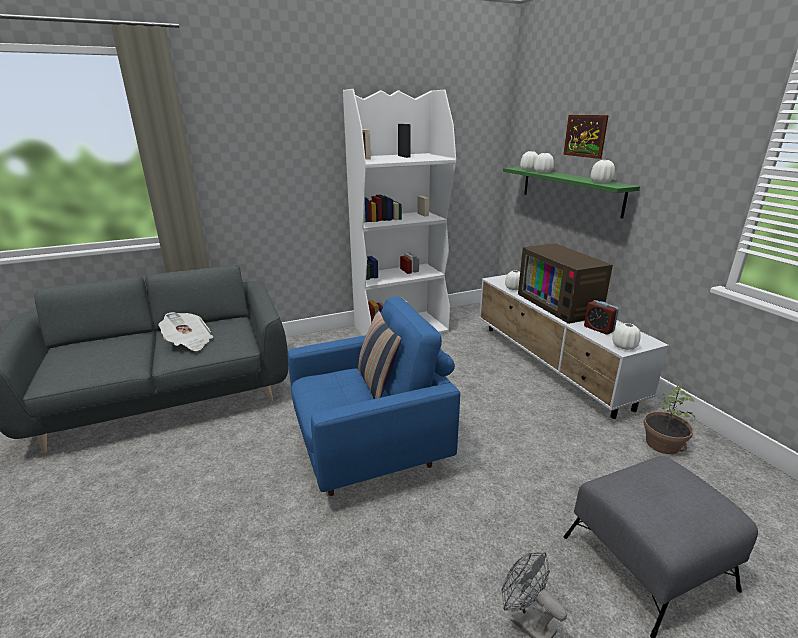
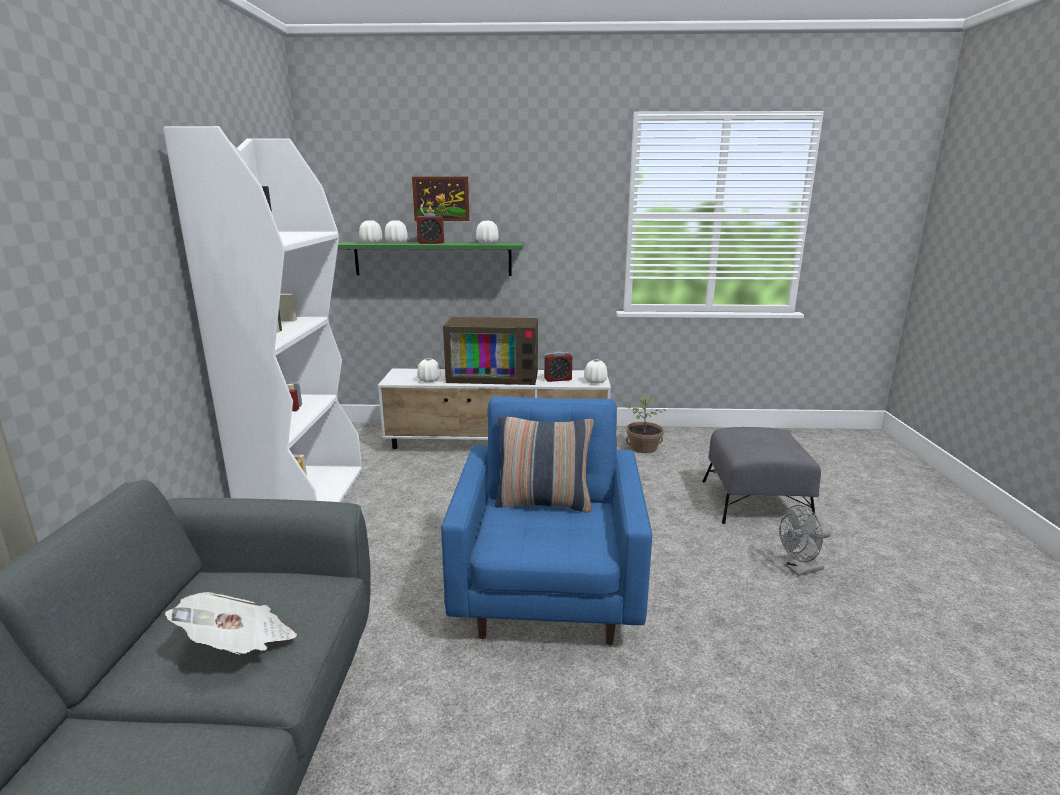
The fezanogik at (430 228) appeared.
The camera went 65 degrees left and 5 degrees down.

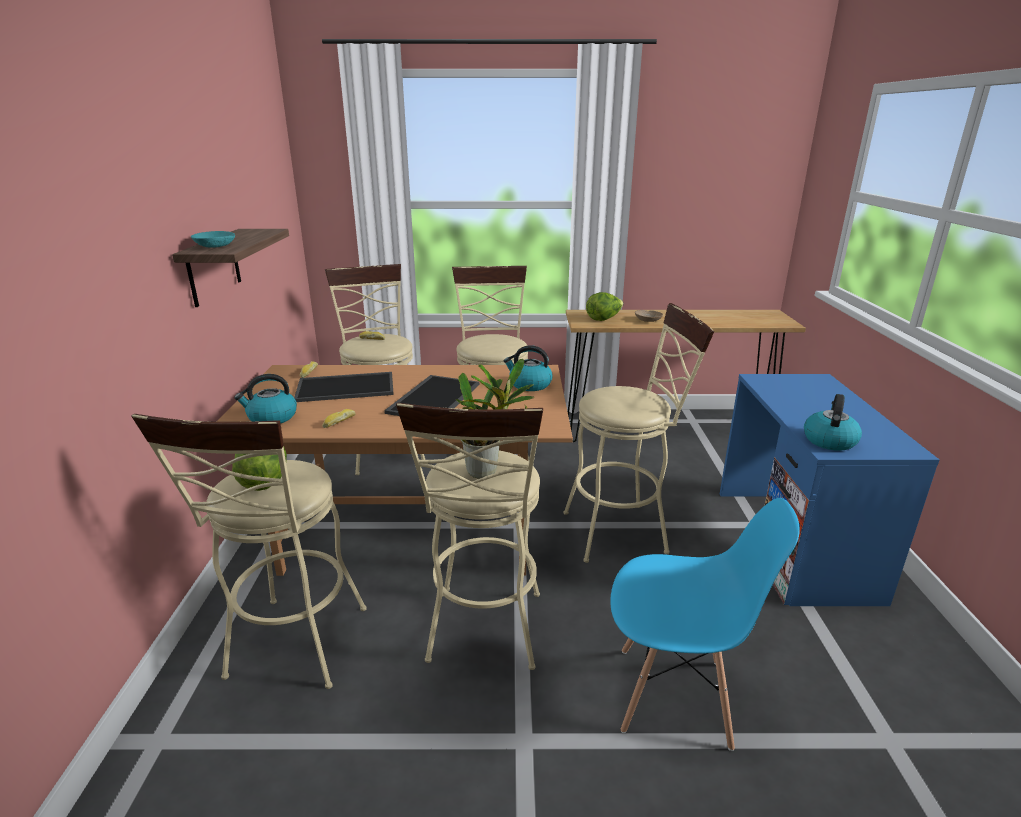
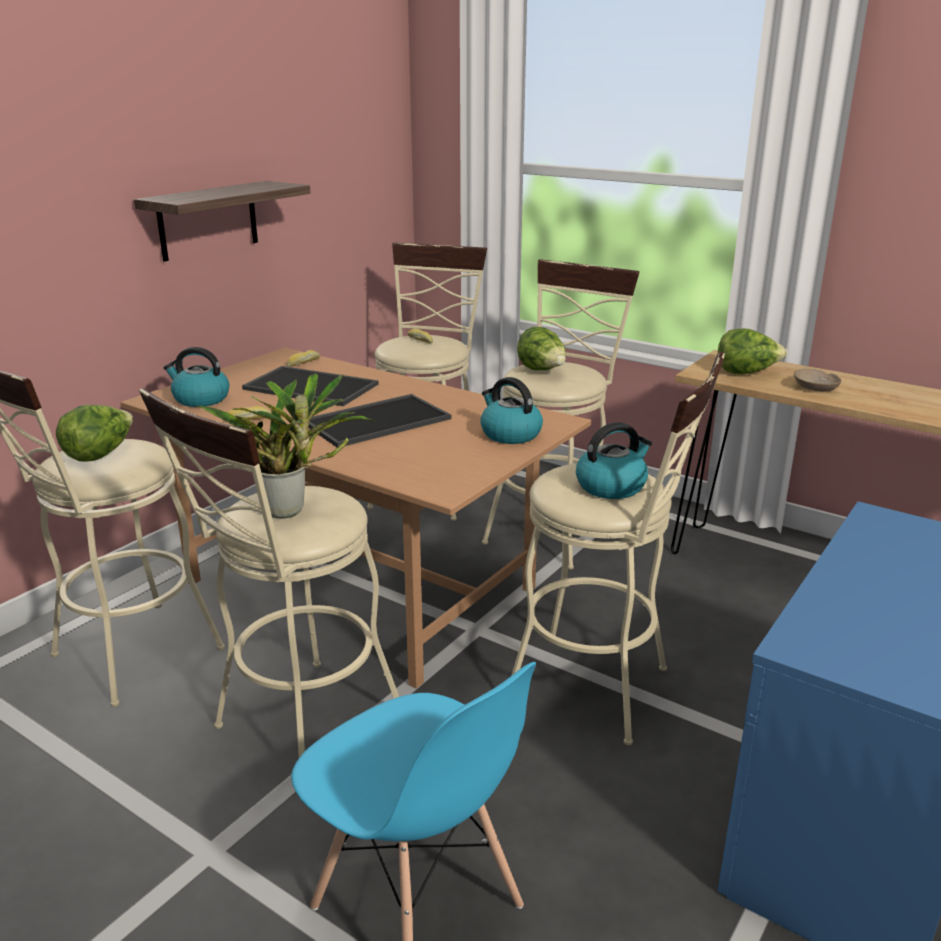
The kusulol at (541 348) appeared.
The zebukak moved from (833 422) to (614 460).
The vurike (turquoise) at (213 239) disappeared.
The camera went 35 degrees right and 0 degrees up.

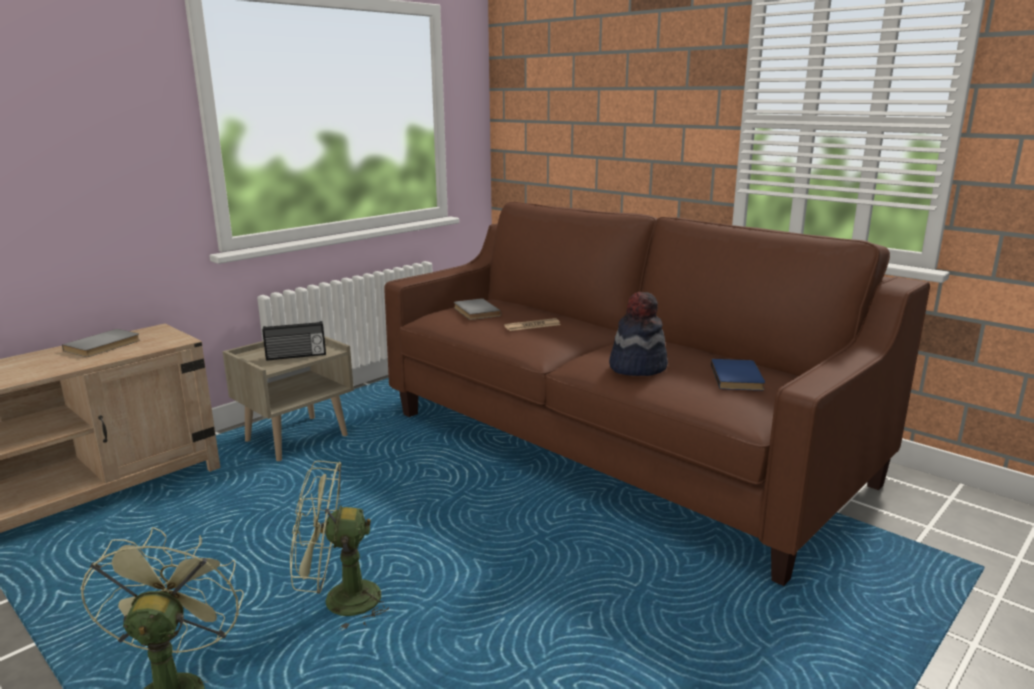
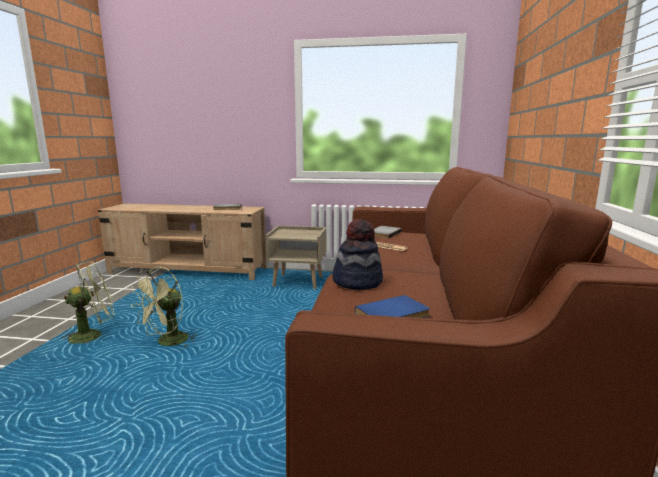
The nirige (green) at (339 545) turned 105 degrees counterclockwise.
The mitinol at (294 341) disappeared.
The camera went 55 degrees right and 5 degrees down.

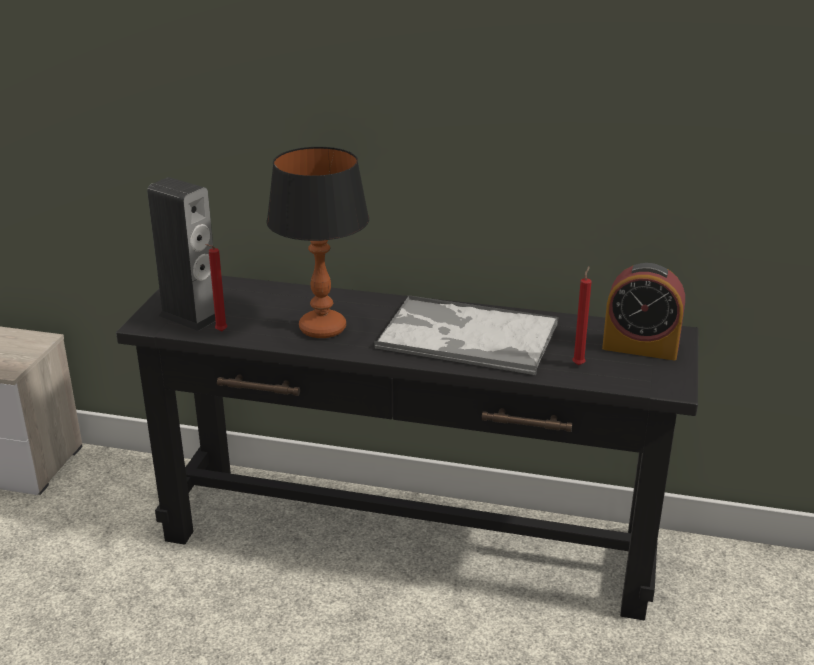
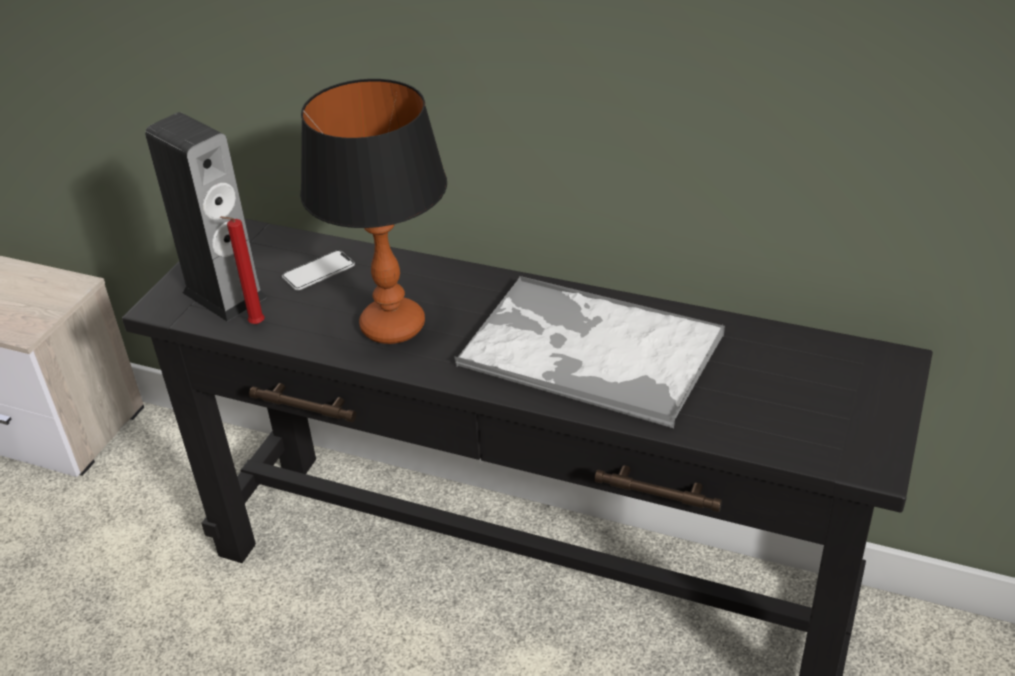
The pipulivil at (318 270) appeared.
The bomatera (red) at (582 315) disappeared.
The fezanogik at (643 311) disappeared.
The camera went 10 degrees right and 10 degrees up.

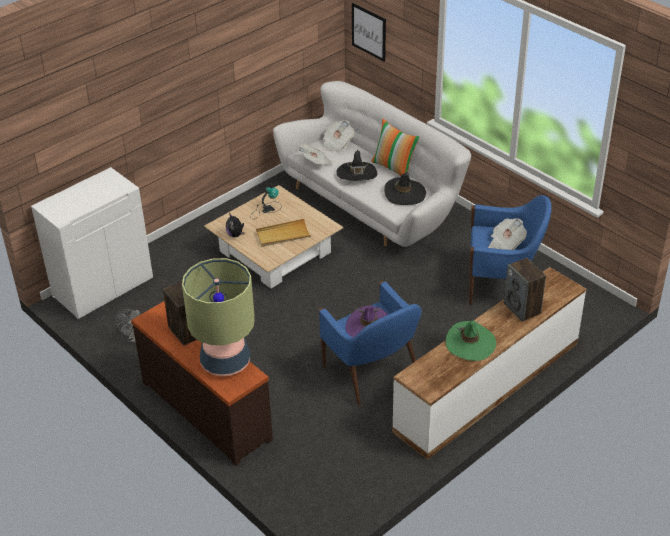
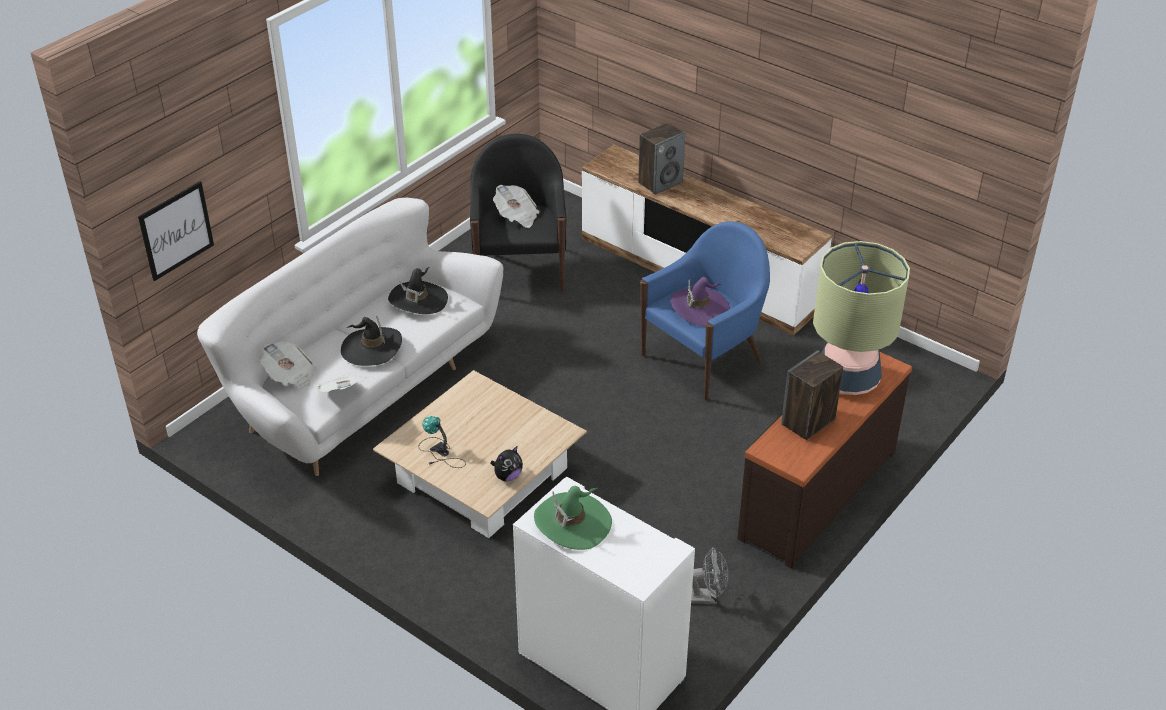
The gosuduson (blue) at (510 250) became the gosuduson (black) at (518 212).
The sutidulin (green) moved from (471 340) to (573 518).
The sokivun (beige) at (283 233) disappeared.
The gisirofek at (395 147) disappeared.
The camera went 100 degrees left and 0 degrees up.

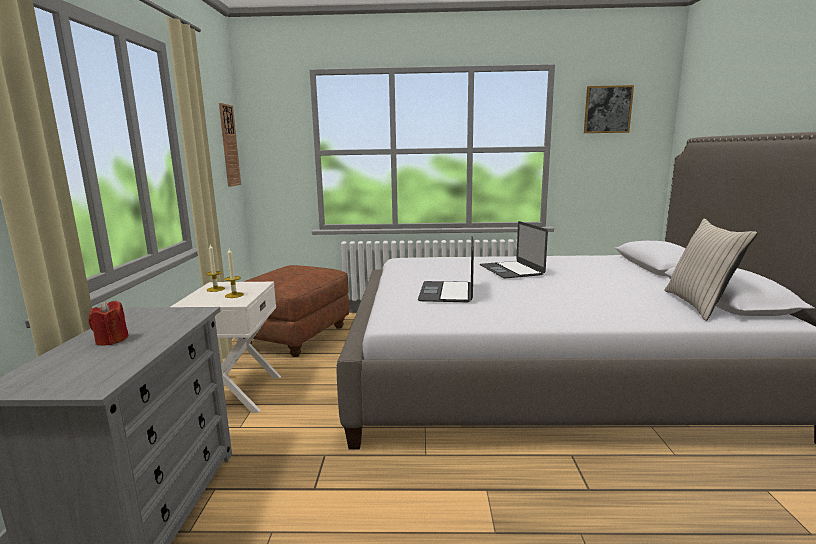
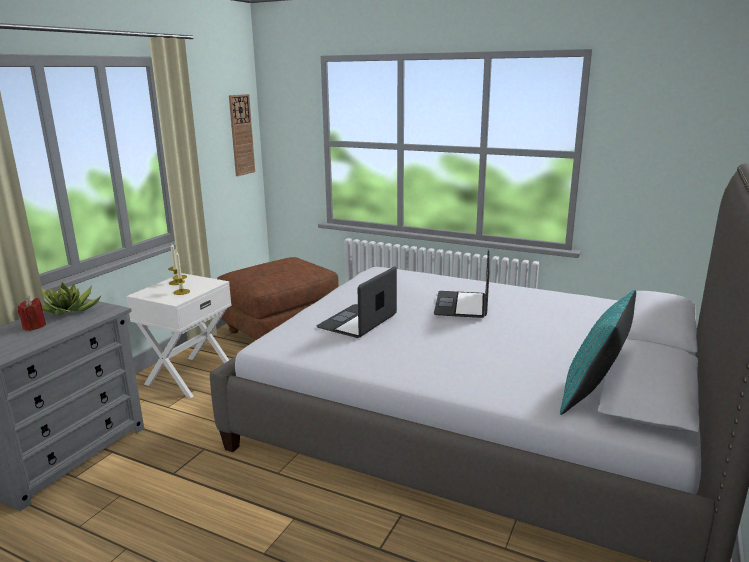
The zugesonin at (71 299) appeared.
The gisirofek (beige) at (711 269) became the gisirofek (turquoise) at (598 352).
The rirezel at (609 109) disappeared.
The camera went 25 degrees right and 5 degrees up.

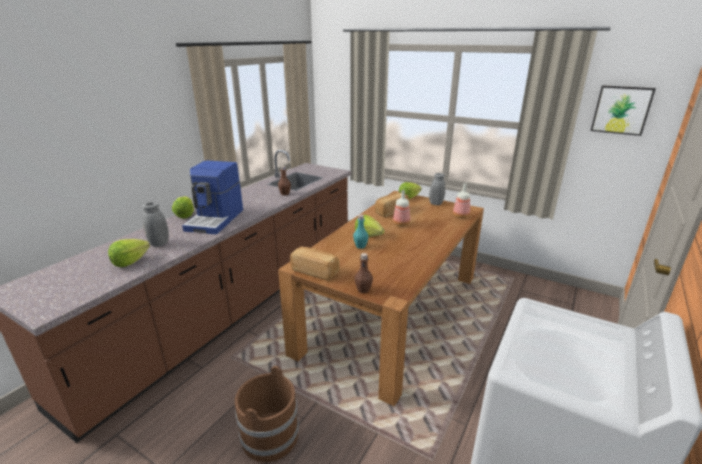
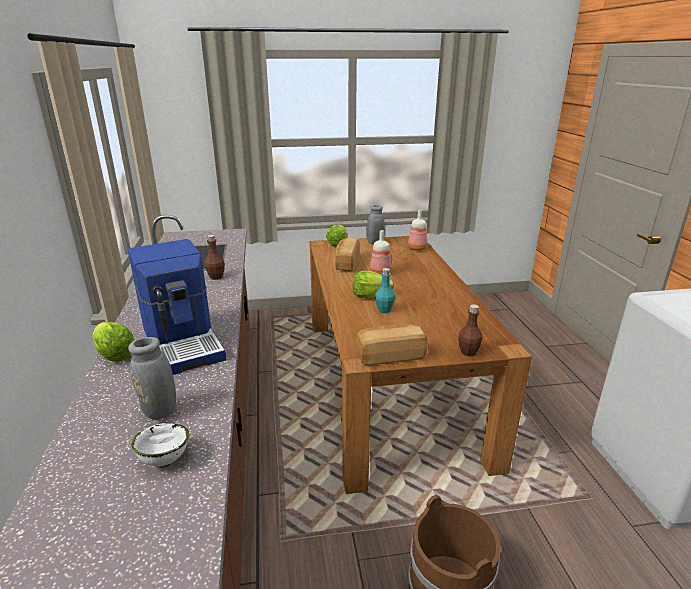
The kusulol at (129 253) was replaced by the vurike (white) at (160 445).
The rirezel at (623 110) disappeared.
The camera went 40 degrees left and 0 degrees up.

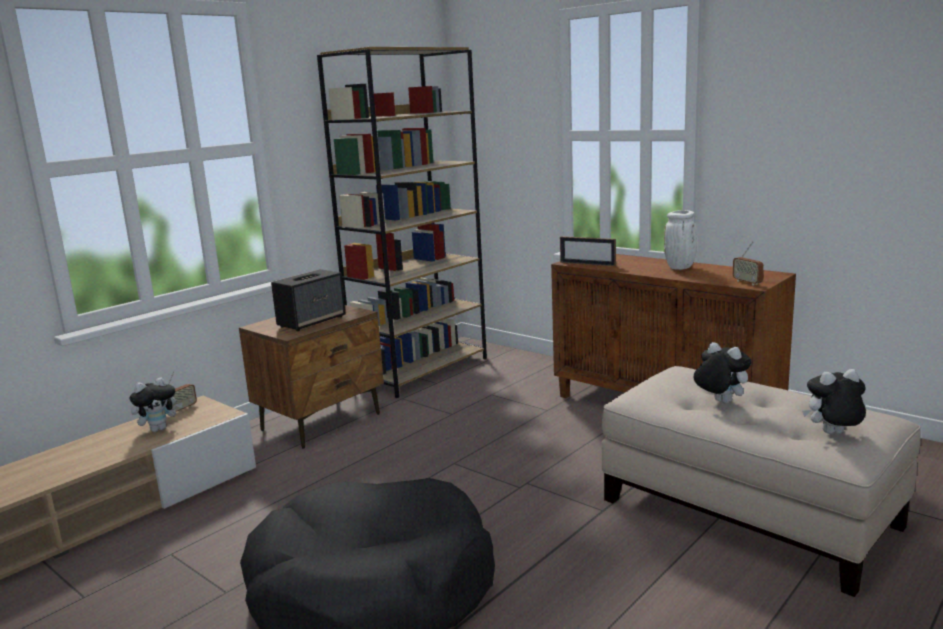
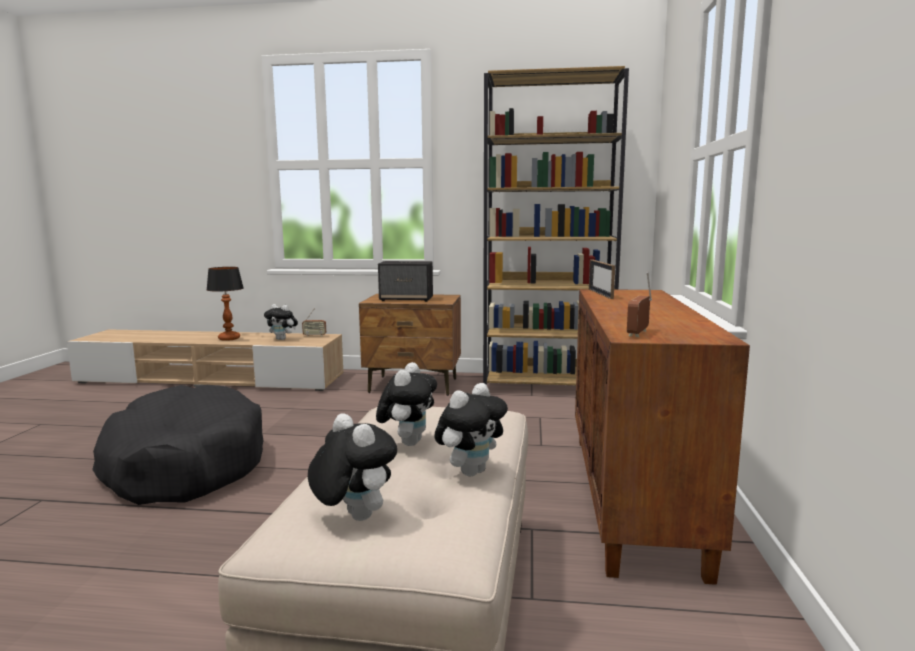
The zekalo at (225 304) appeared.
The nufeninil at (471 429) appeared.
The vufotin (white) at (680 240) disappeared.
The camera went 55 degrees right and 5 degrees down.

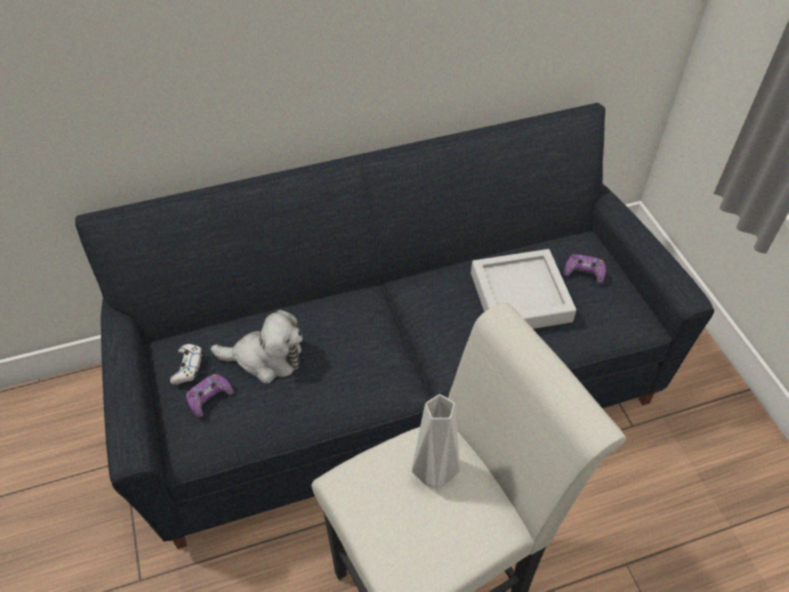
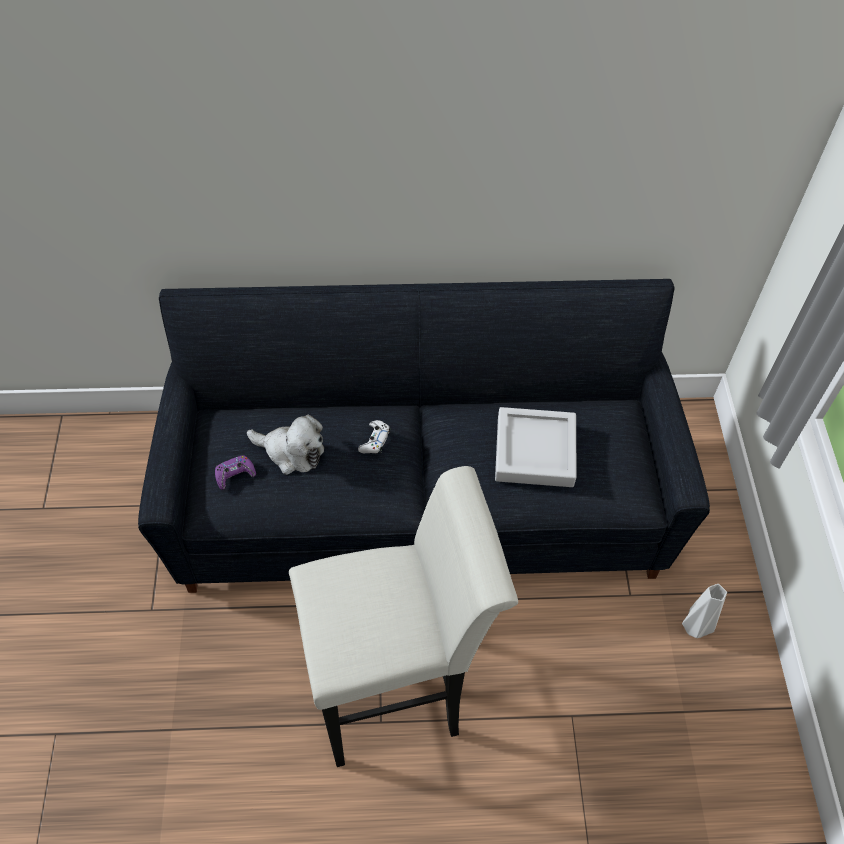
The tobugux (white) moved from (187 364) to (374 436).
The vufotin (grey) moved from (436 441) to (704 611).
The tobugux (purple) at (585 269) disappeared.
The camera went 15 degrees right and 5 degrees up.

